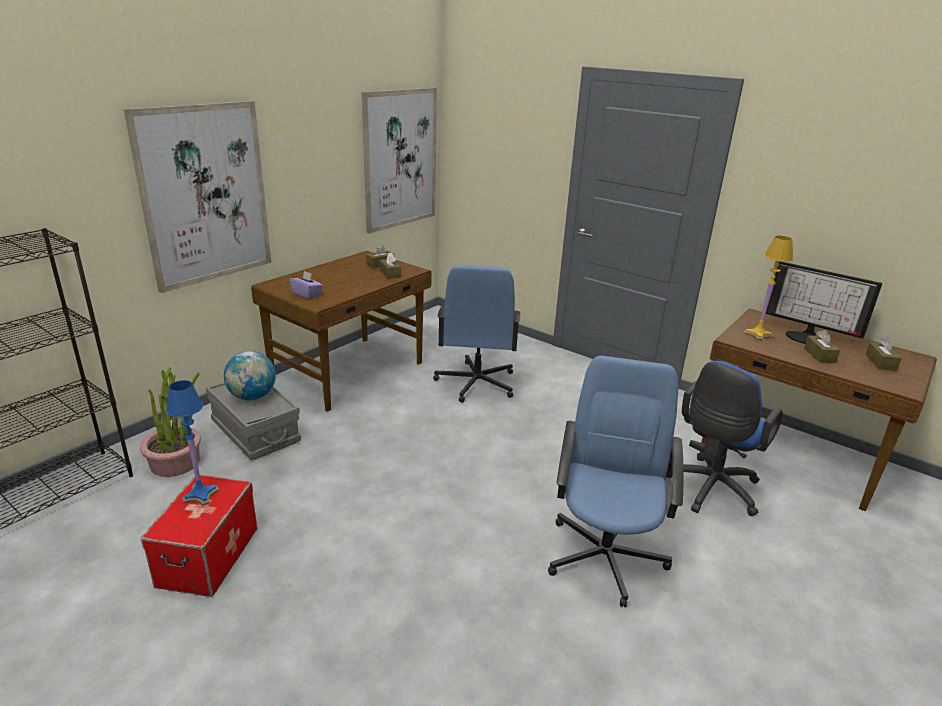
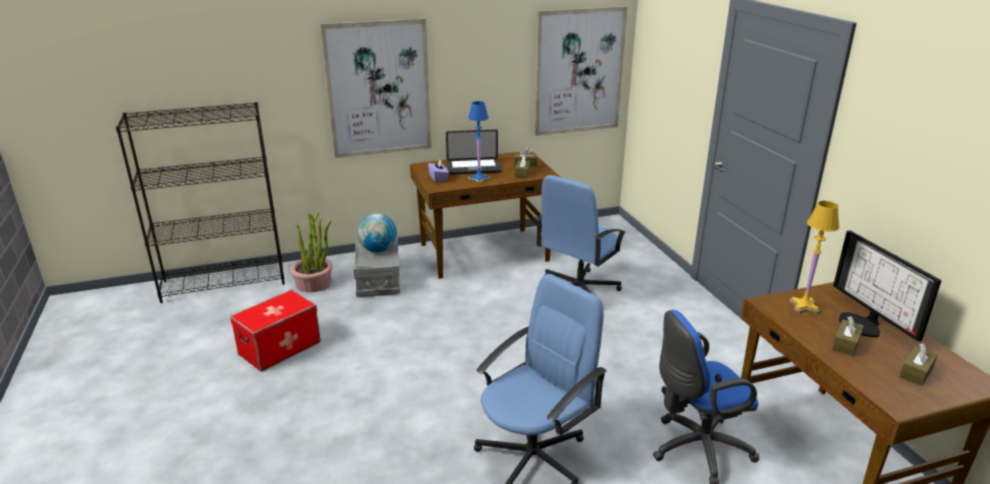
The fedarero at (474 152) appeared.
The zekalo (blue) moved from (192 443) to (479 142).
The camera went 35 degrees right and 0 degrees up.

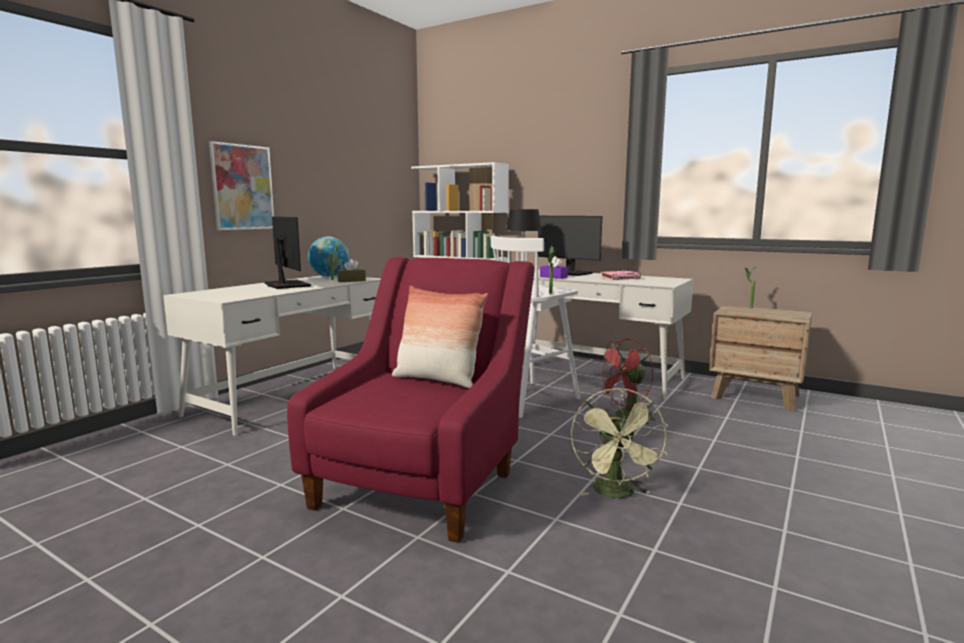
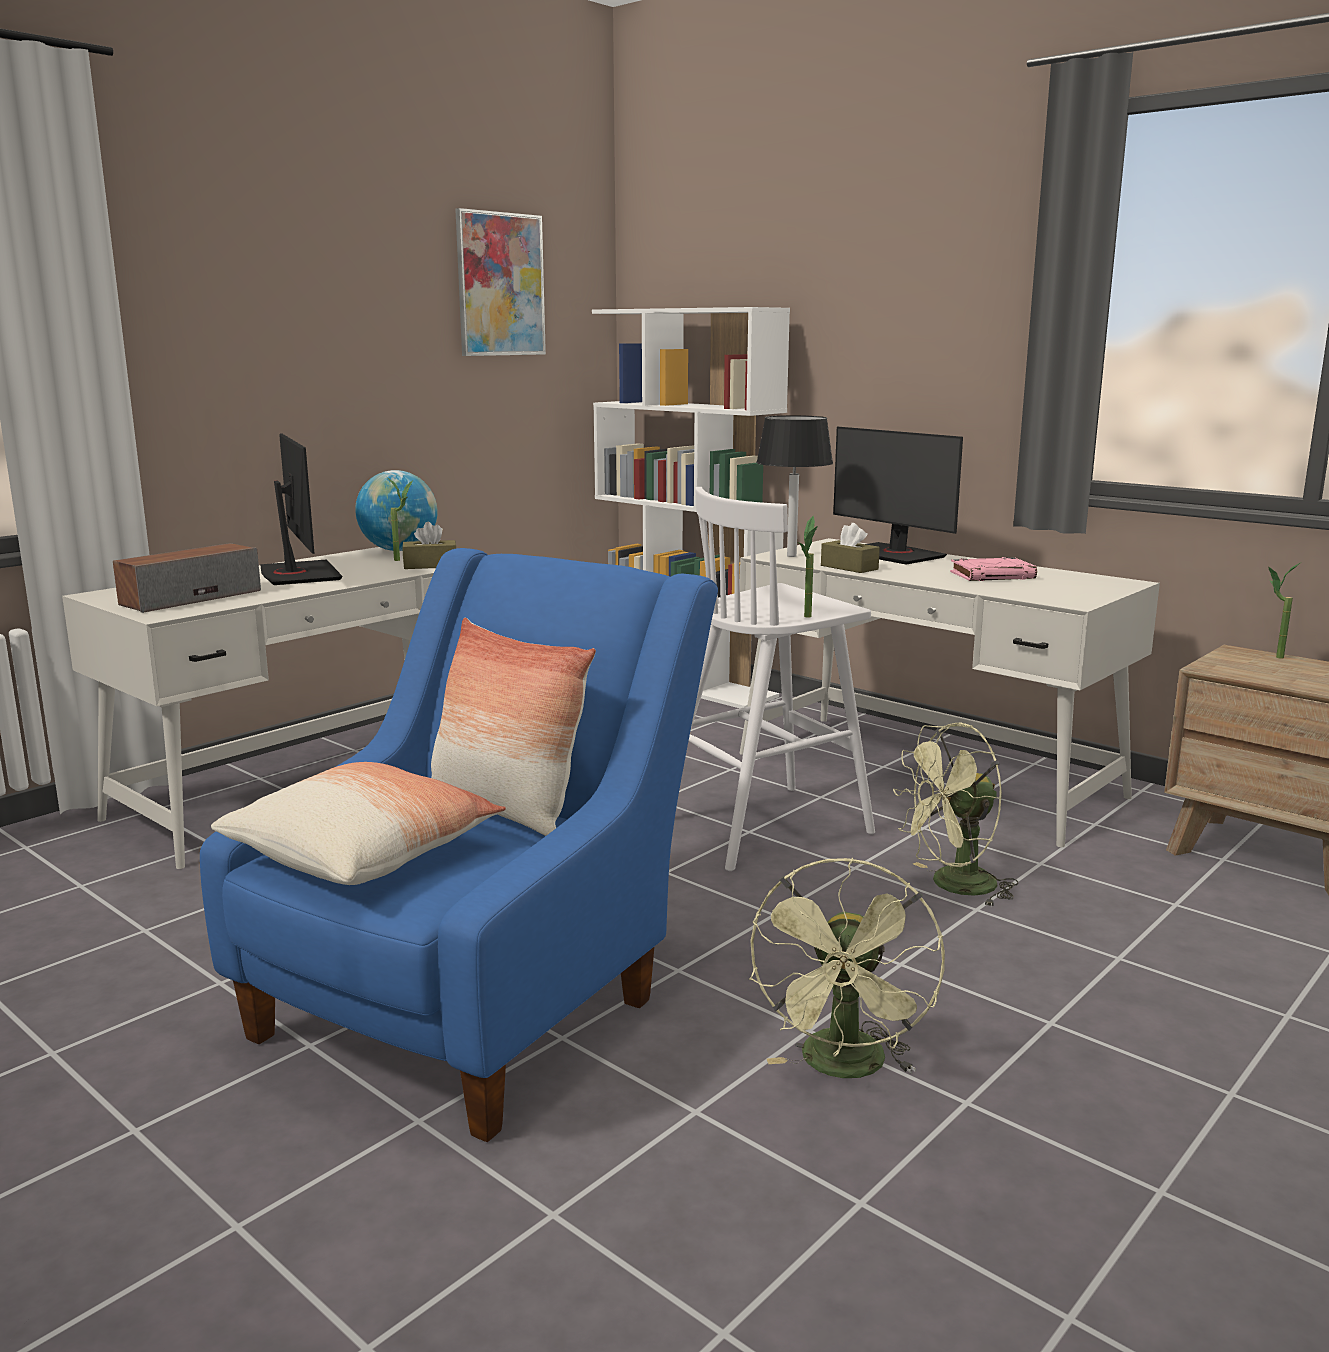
The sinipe at (187 578) appeared.
The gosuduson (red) at (411 400) became the gosuduson (blue) at (459 845).
The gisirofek at (358 823) appeared.
The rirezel moved from (241 185) to (500 282).
The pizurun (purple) at (554 267) became the pizurun (brown) at (850 548).
The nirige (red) at (625 381) became the nirige (green) at (955 814).
The camera went 10 degrees right and 5 degrees up.

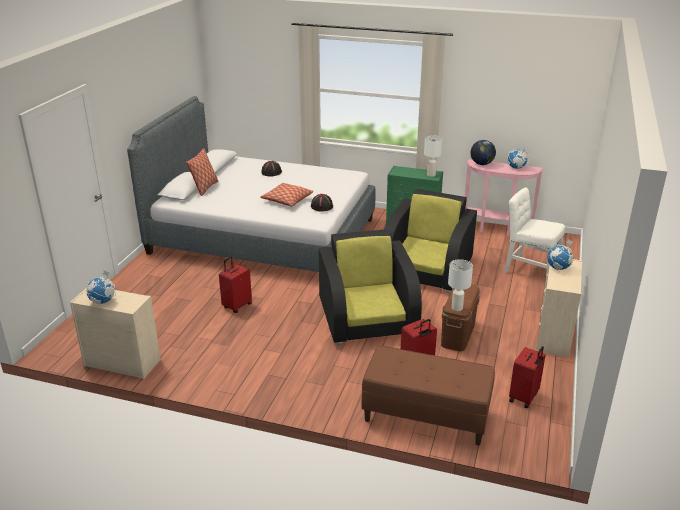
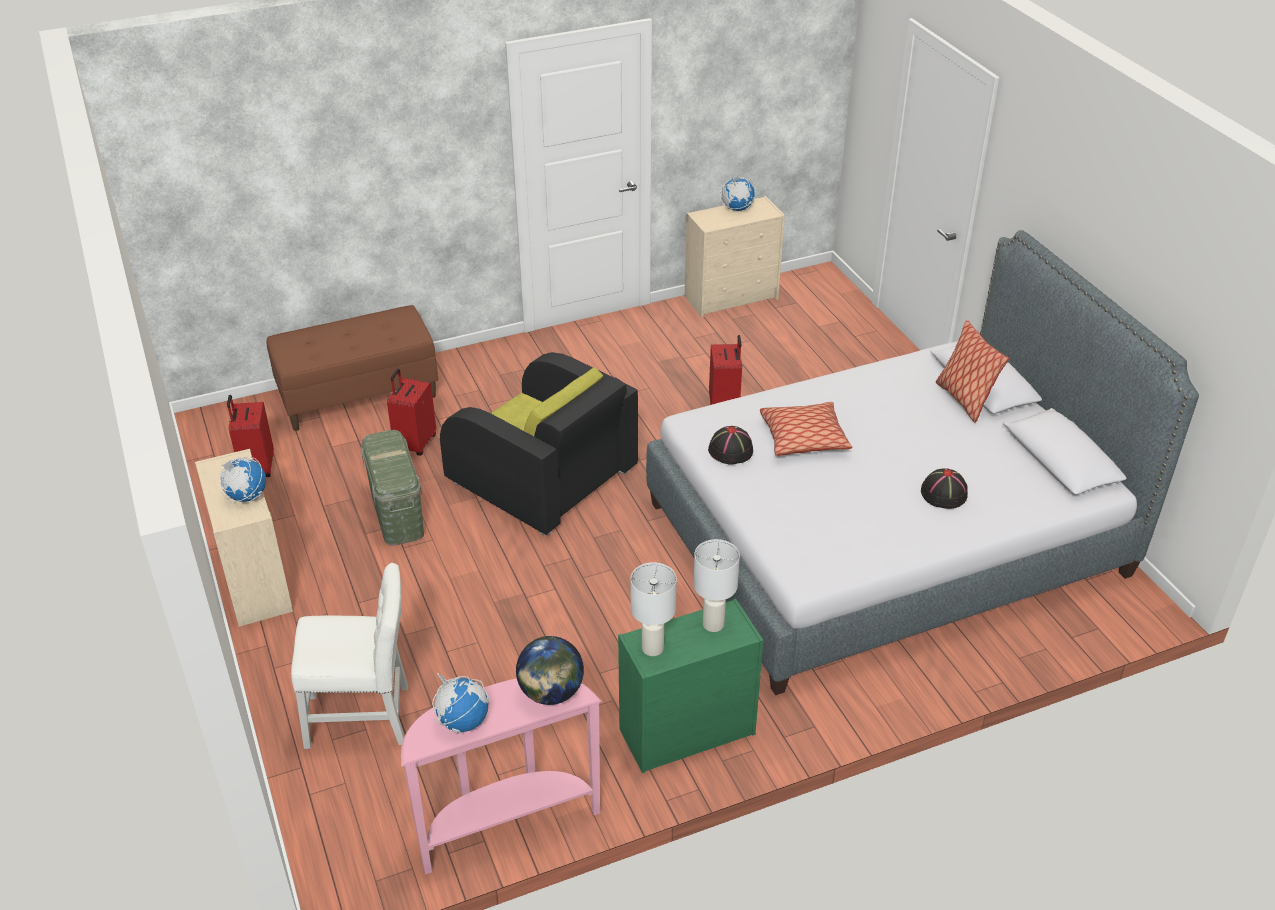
The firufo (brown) at (460 317) became the firufo (green) at (392 488).
The zekalo (white) moved from (460 285) to (716 585).
The gosuduson (black) at (430 241) disappeared.
The camera went 140 degrees right and 10 degrees up.

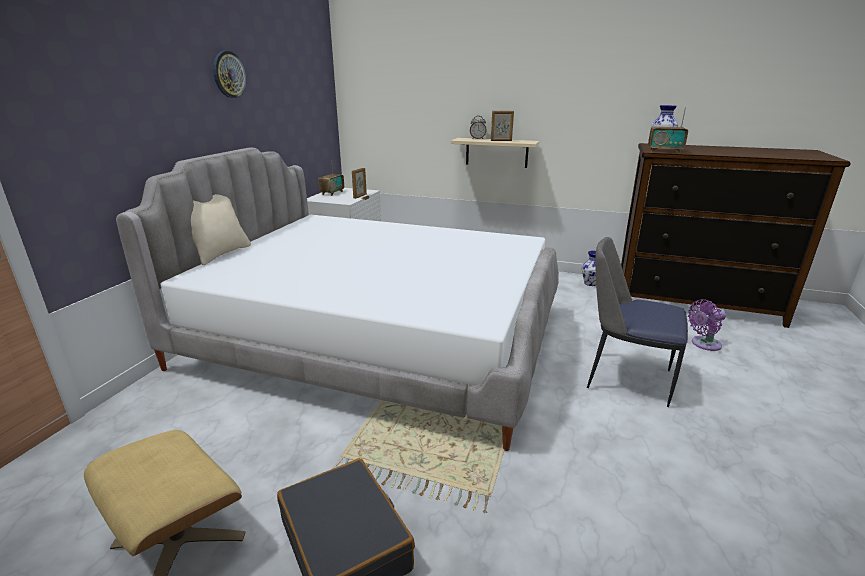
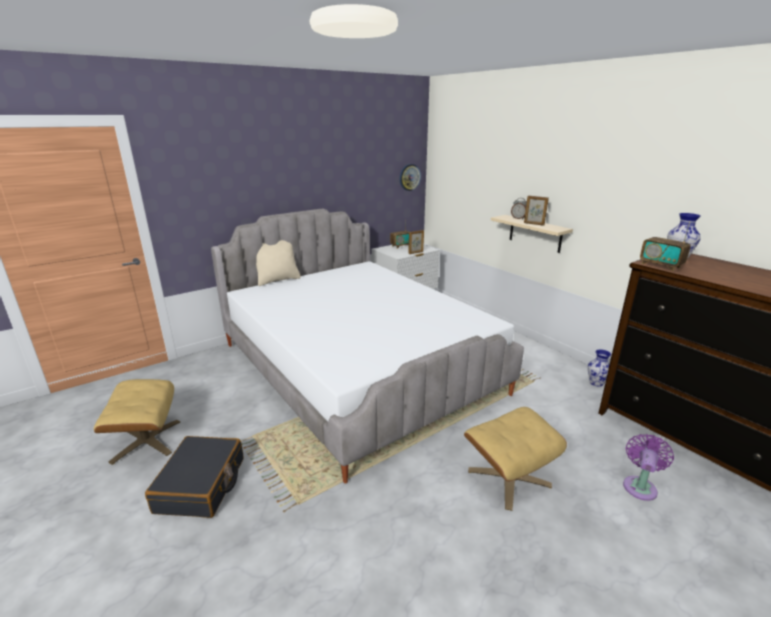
The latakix moved from (230 74) to (410 177).
The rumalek at (637 322) was replaced by the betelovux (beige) at (515 459).
The nirige (purple) at (707 325) turned 105 degrees clockwise.
The camera went 35 degrees right and 0 degrees up.

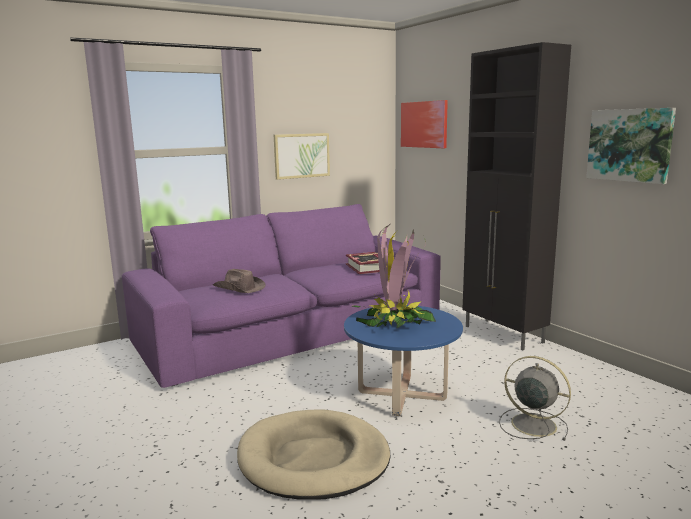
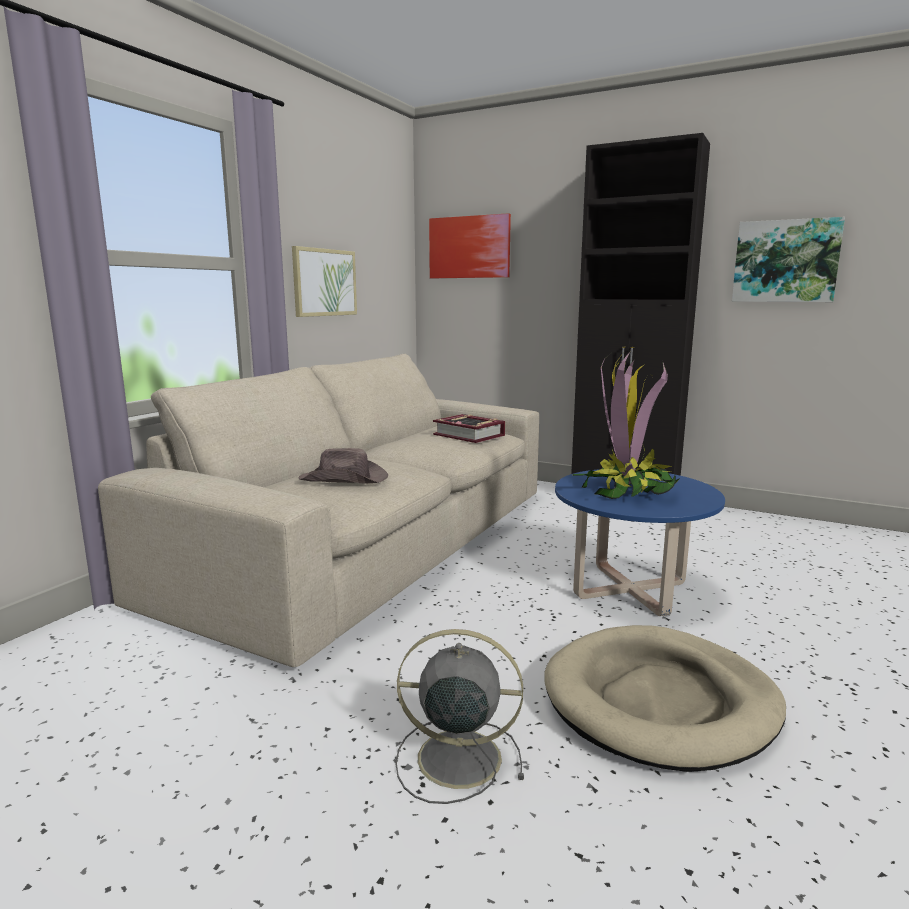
The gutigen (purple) at (281 296) became the gutigen (beige) at (318 510).
The nirige (grey) moved from (535 398) to (459 716).
The camera went 30 degrees left and 0 degrees up.

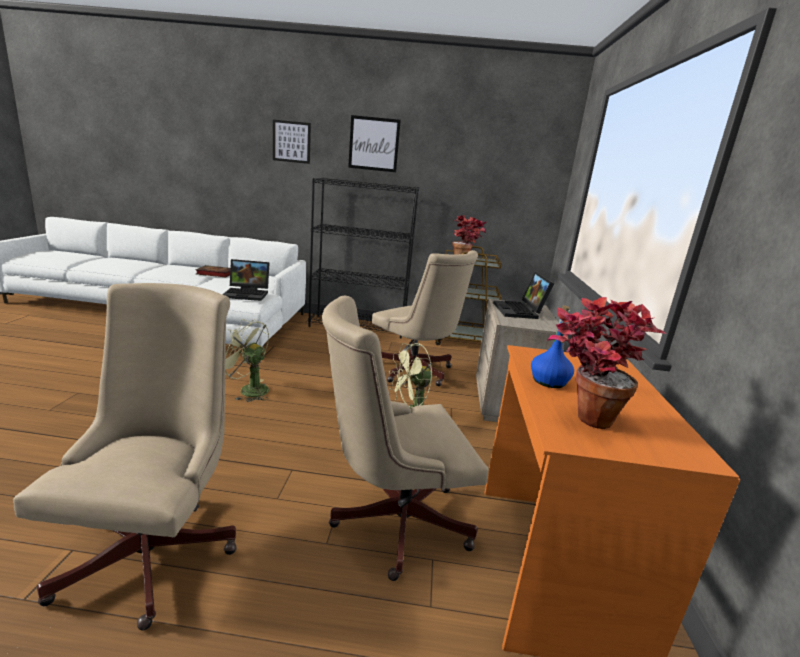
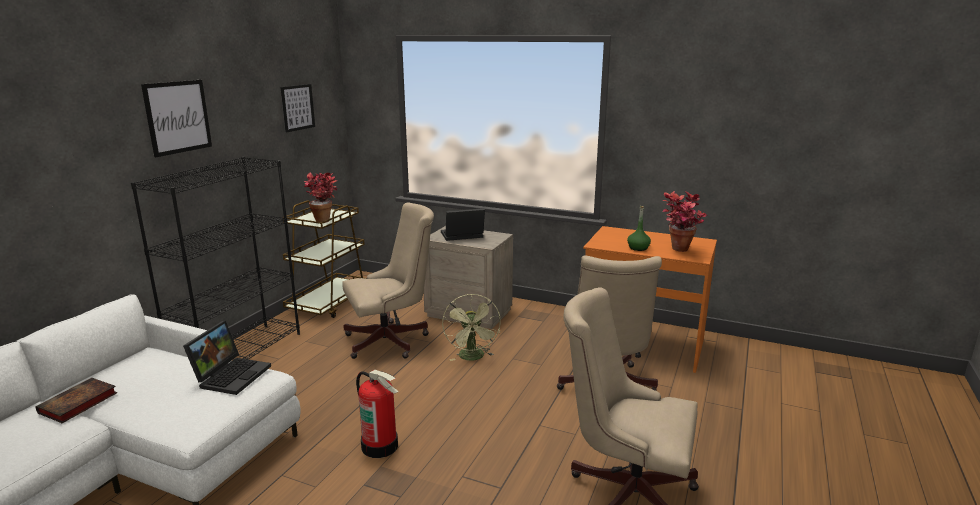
The rirezel moved from (292 142) to (297 108).
The nirige (green) at (247 360) was replaced by the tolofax at (377 414).
The fedarero at (523 295) turned 150 degrees clockwise.
The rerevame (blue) at (552 346) became the rerevame (green) at (639 228).
The camera went 70 degrees left and 0 degrees up.

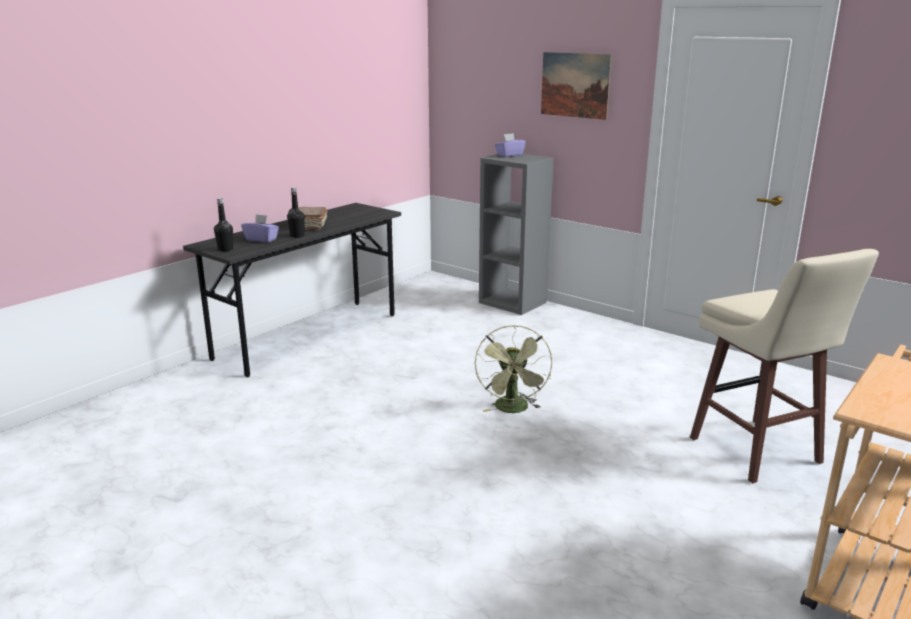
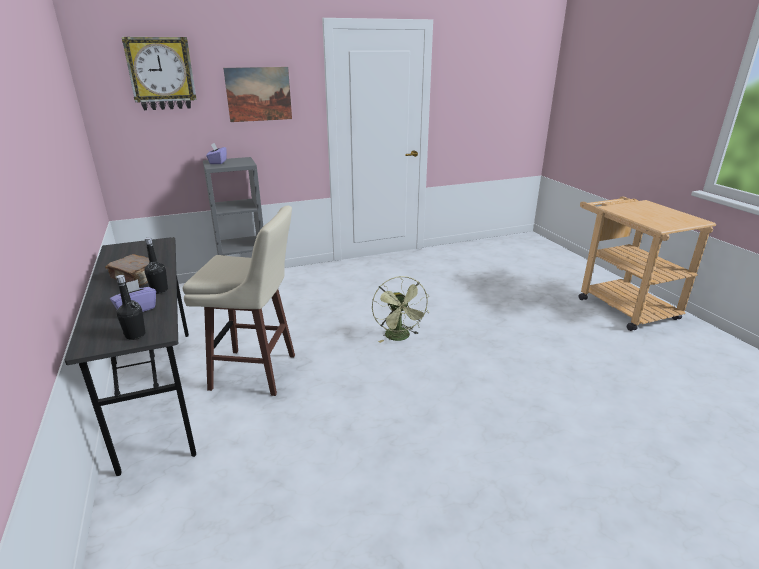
The latakix at (159 73) appeared.
The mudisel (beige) moved from (784 366) to (239 301).
The nirige (green) at (513 369) turned 45 degrees clockwise.
The camera went 60 degrees left and 5 degrees up.

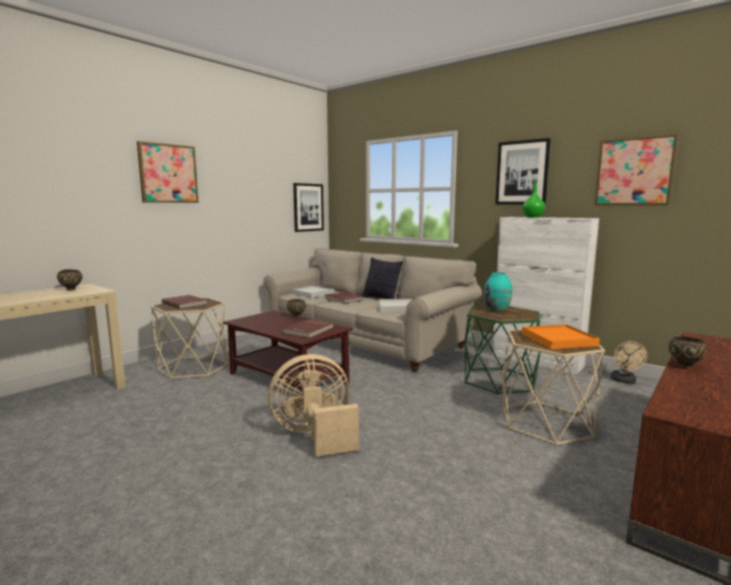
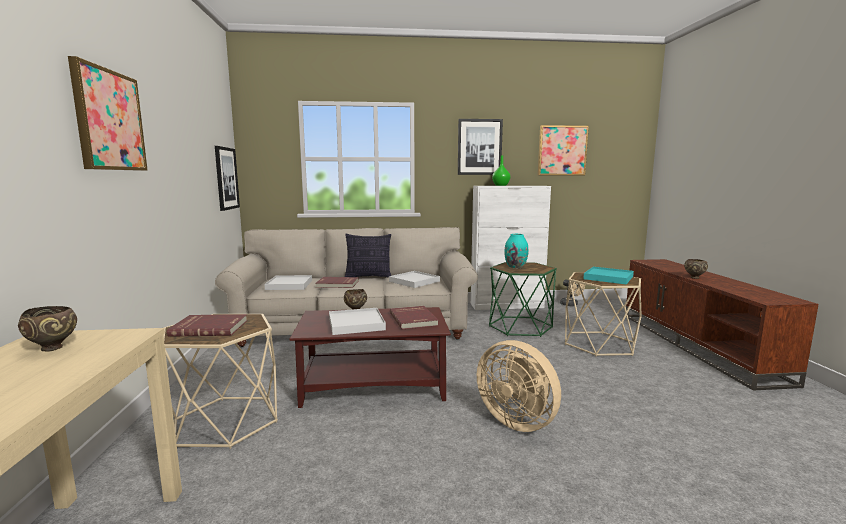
The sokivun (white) at (357 321) appeared.
The nirige (beige) at (313 405) turned 75 degrees counterclockwise.
The sokivun (orange) at (561 336) became the sokivun (turquoise) at (608 275).
The camera went 45 degrees left and 0 degrees up.

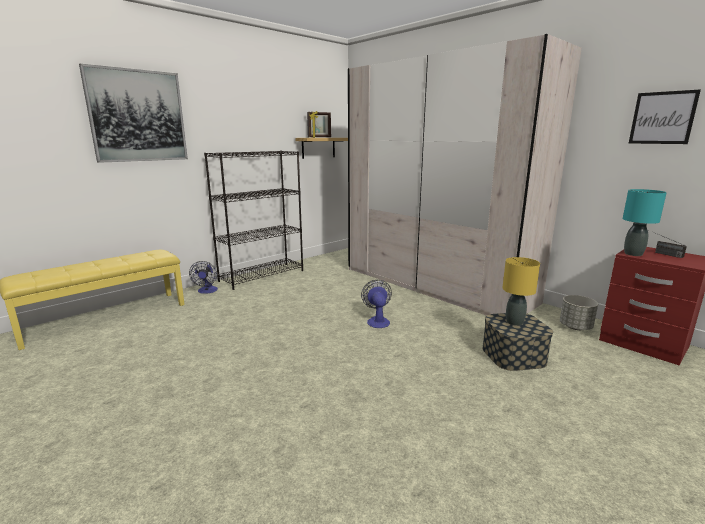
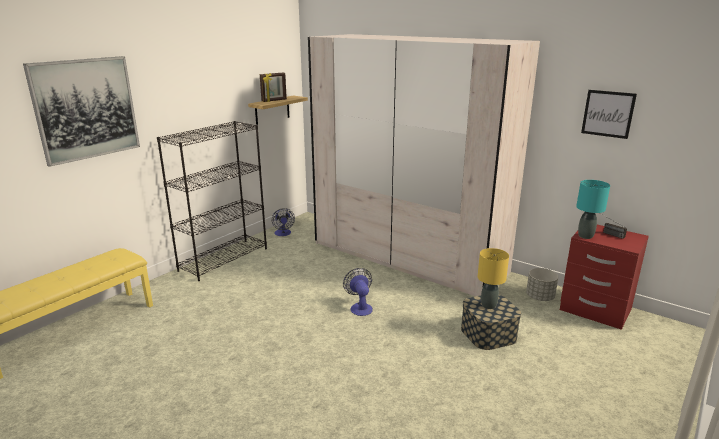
The nirige moved from (203 277) to (283 222).
The camera went 10 degrees left and 5 degrees up.

